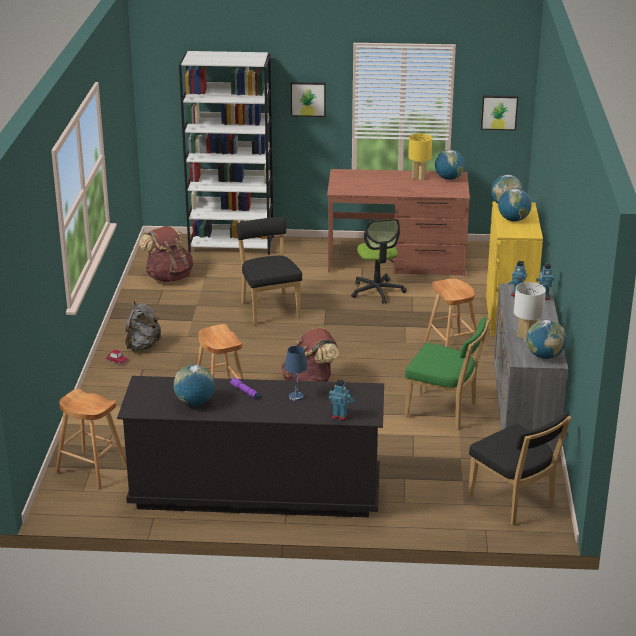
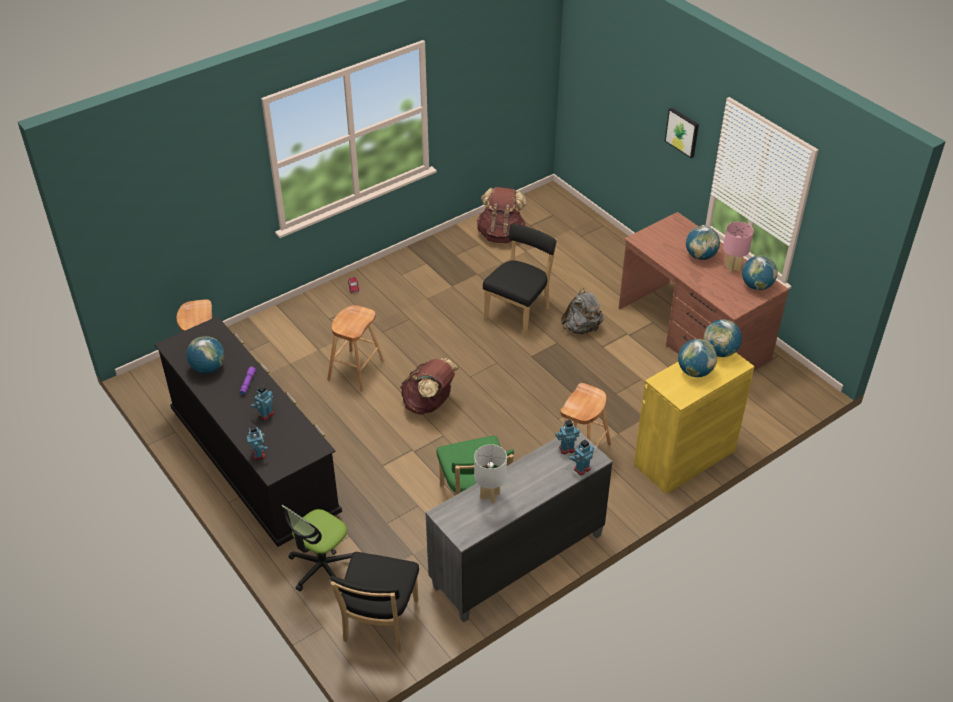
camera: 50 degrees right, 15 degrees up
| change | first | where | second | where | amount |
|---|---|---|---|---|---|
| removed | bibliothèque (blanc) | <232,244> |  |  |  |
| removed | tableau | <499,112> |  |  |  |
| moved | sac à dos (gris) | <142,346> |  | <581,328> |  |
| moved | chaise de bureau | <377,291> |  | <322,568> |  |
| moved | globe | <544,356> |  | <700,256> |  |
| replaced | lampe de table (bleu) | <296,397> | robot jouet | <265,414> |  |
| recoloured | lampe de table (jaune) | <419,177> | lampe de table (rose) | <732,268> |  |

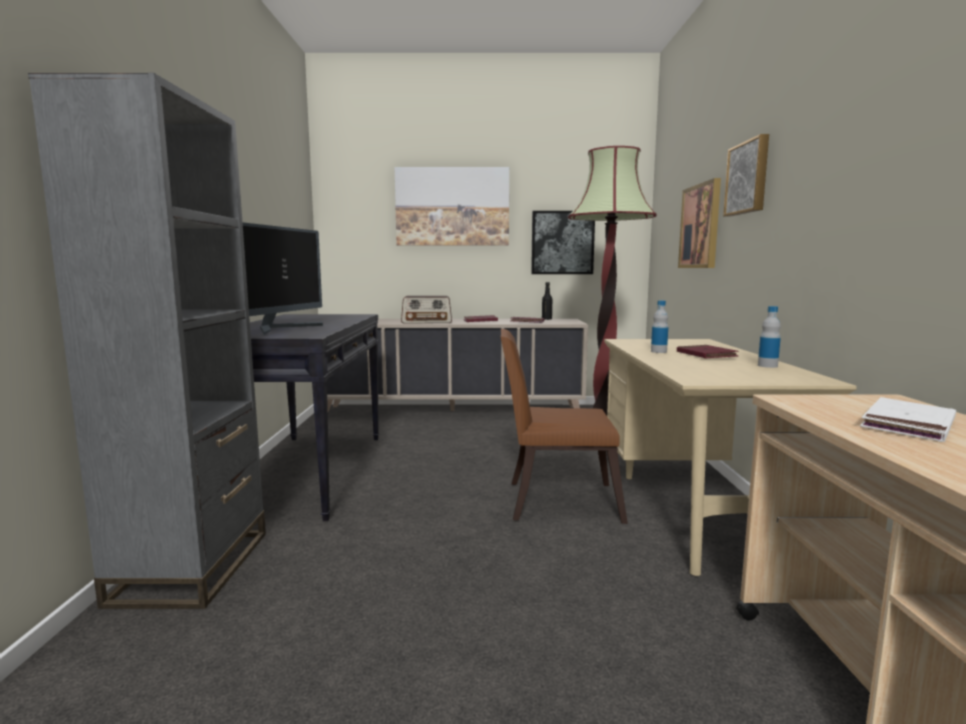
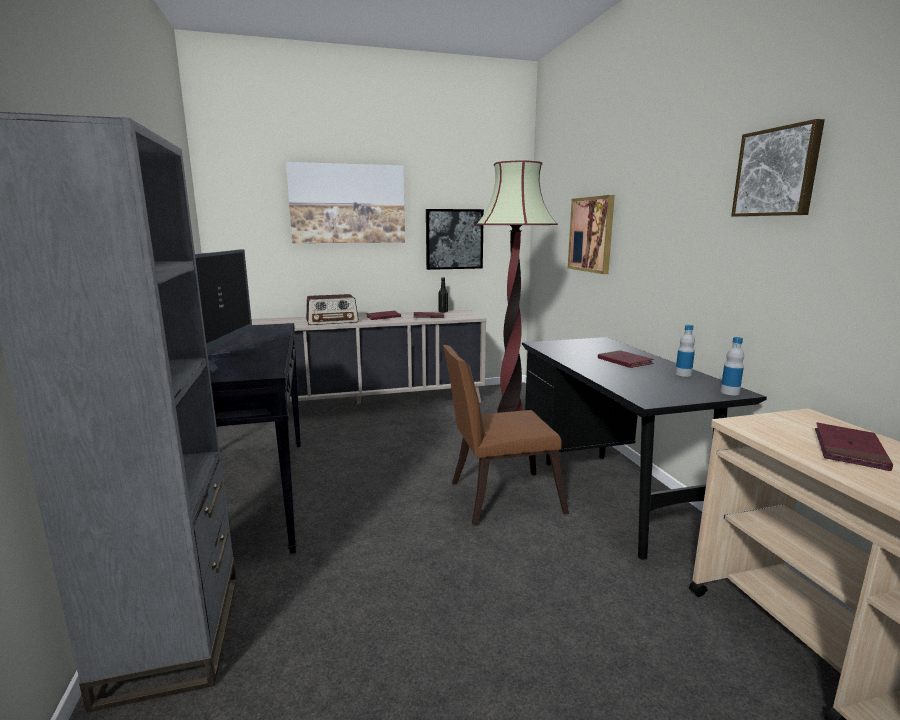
camera: 15 degrees left, 5 degrees up
| change | first | where | second | where | amount |
|---|---|---|---|---|---|
| moved | bouteille | <658,351> |  | <729,392> |  |
| moved | tableau | <748,178> |  | <777,172> |  |
| recoloured | bureau (beige) | <690,509> | bureau (noir) | <610,491> |  |
| recoloured | livre (blanc) | <908,424> | livre (rouge) | <849,450> |  |

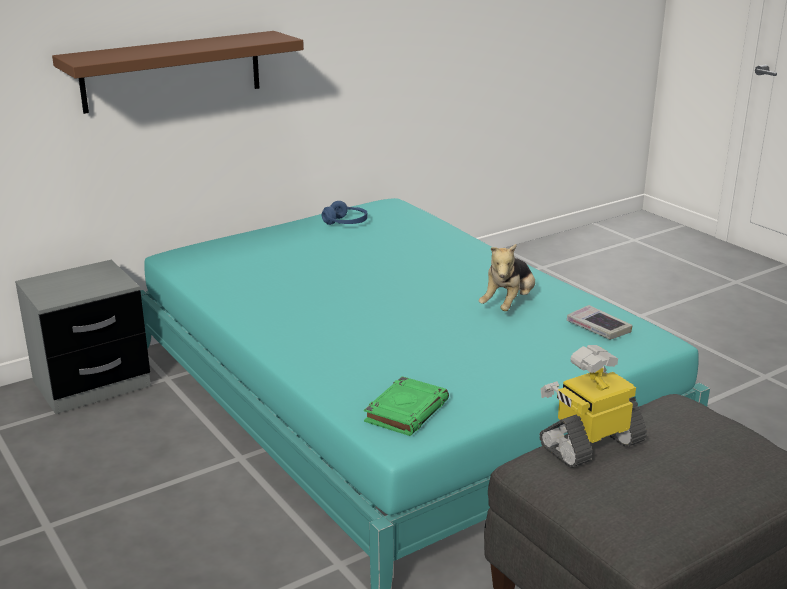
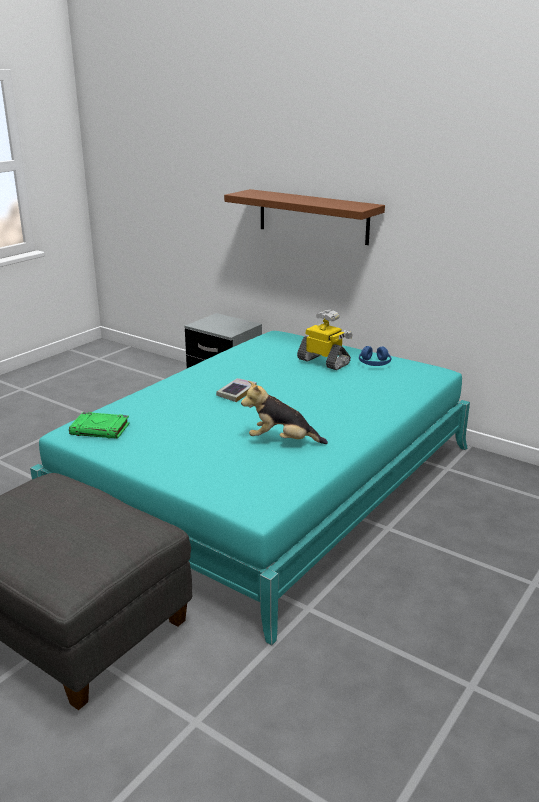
camera: 70 degrees right, 0 degrees up
| change | first | where | second | where | amount |
|---|---|---|---|---|---|
| moved | robot jouet | <590,444> |  | <324,362> |  |
| moved | livre | <598,327> |  | <236,393> |  |

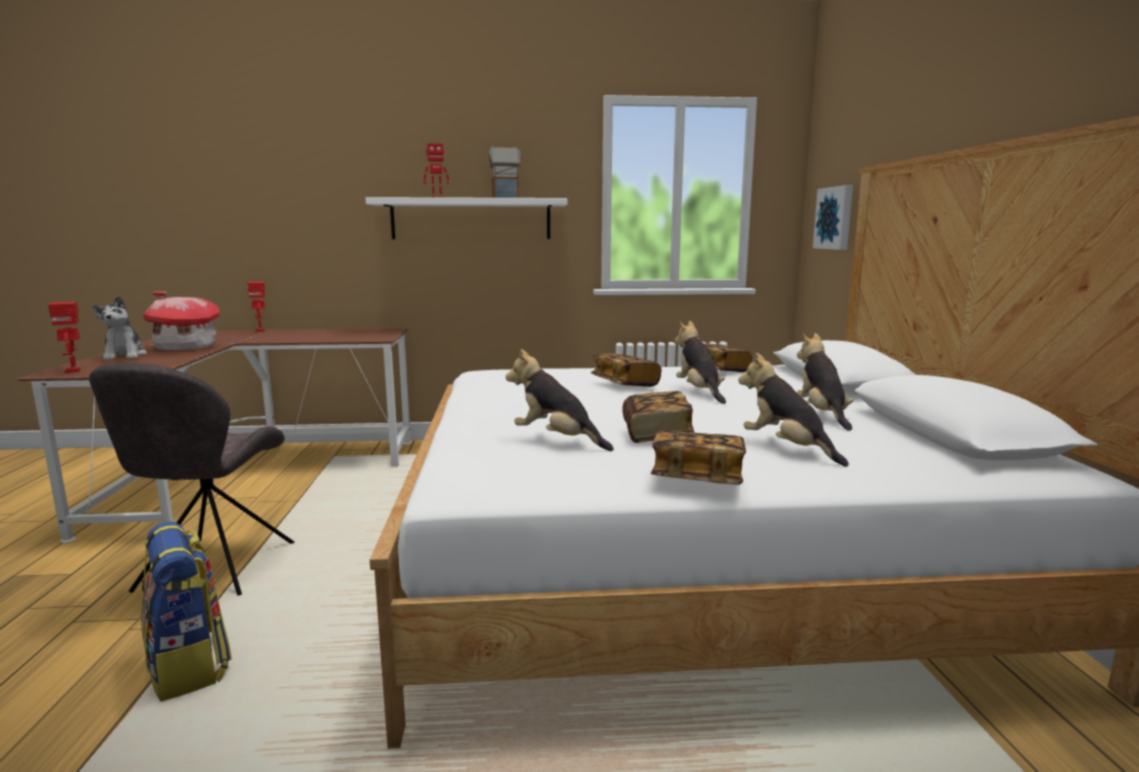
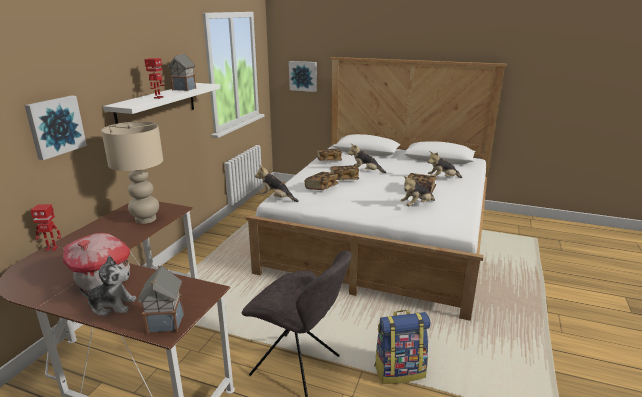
camera: 65 degrees left, 10 degrees up
| change | first | where | second | where | amount |
|---|---|---|---|---|---|
| added |  |  | tableau | <55,126> |  |
| added |  |  | lampe de table (beige) | <145,219> |  |
| moved | livre | <697,478> |  | <321,188> |  |
| moved | peluche | <822,414> |  | <276,198> |  |
| replaced | robot jouet | <74,371> | maison miniature | <165,322> |  |

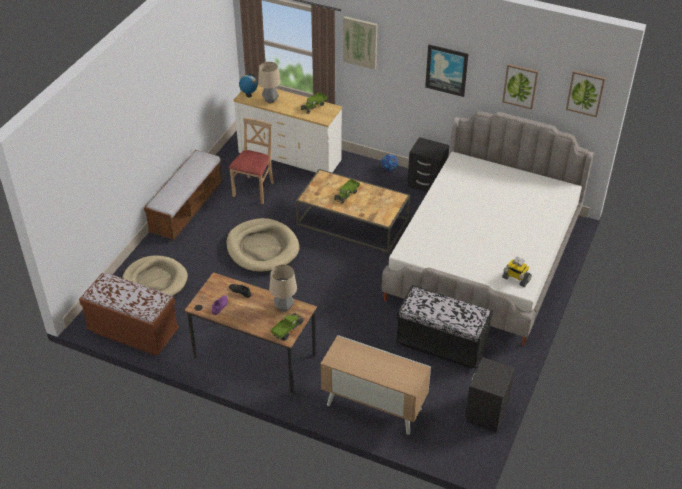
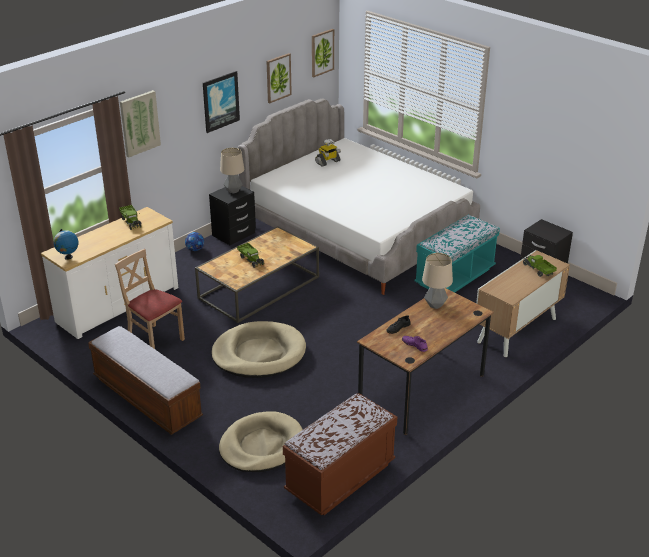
camera: 70 degrees left, 10 degrees down
| change | first | where | second | where | amount |
|---|---|---|---|---|---|
| moved | lampe de table | <270,100> |  | <233,191> |  |
| moved | camion jouet | <287,329> |  | <538,270> |  |
| moved | robot jouet | <515,279> |  | <328,162> |  |
| recoloured | banc (noir) | <441,344> | banc (turquoise) | <454,277> |  |

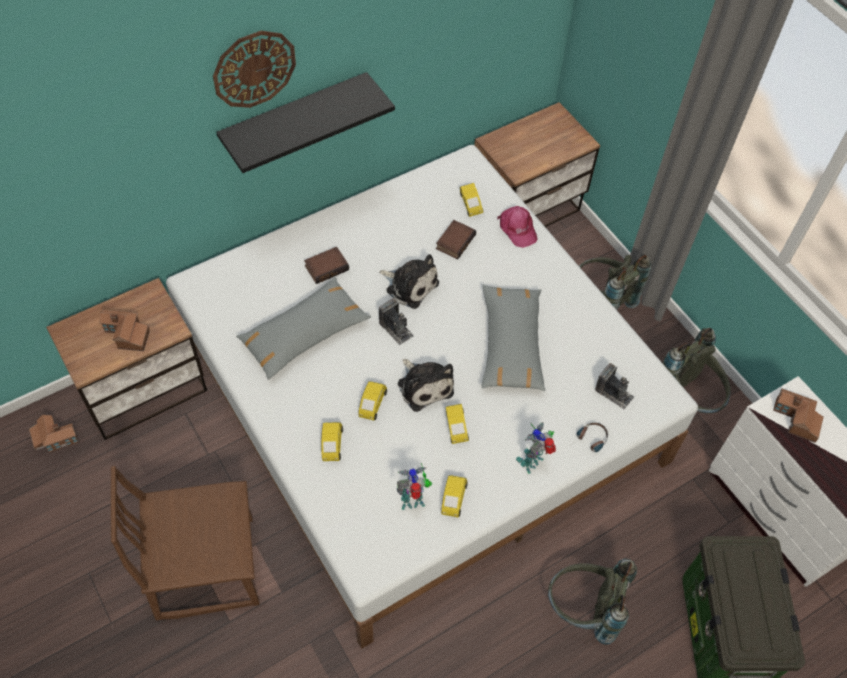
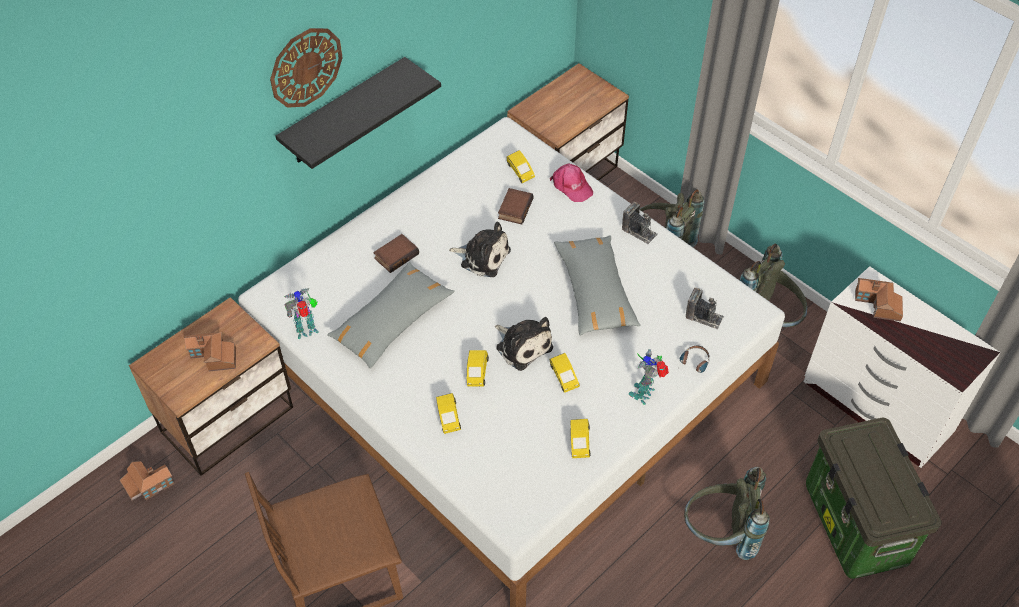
camera: 10 degrees left, 5 degrees down
| change | first | where | second | where | amount |
|---|---|---|---|---|---|
| moved | appareil photo | <396,329> |  | <639,231> |  |
| moved | robot jouet | <413,501> |  | <308,331> |  |

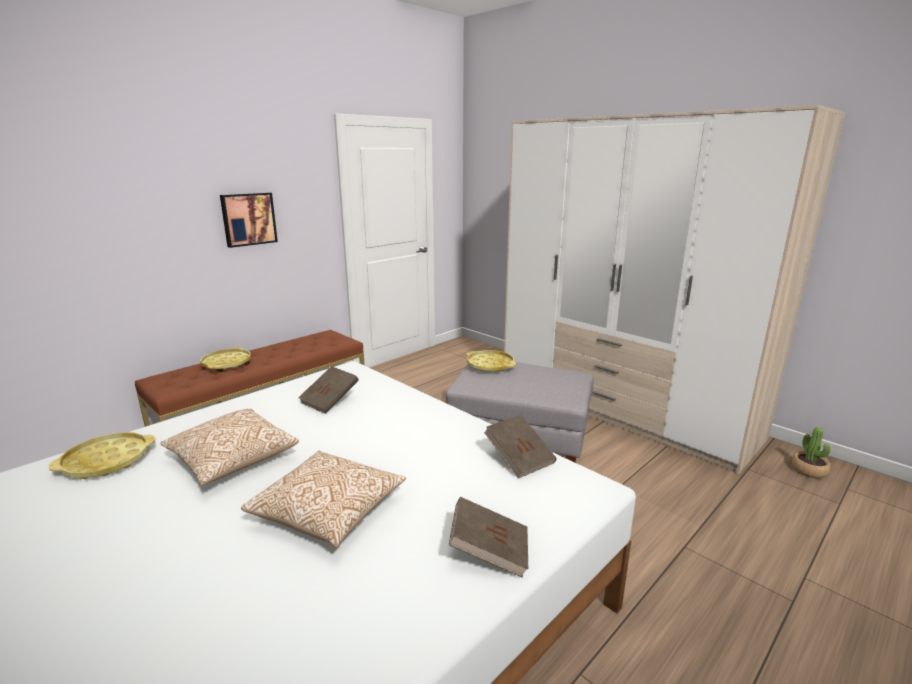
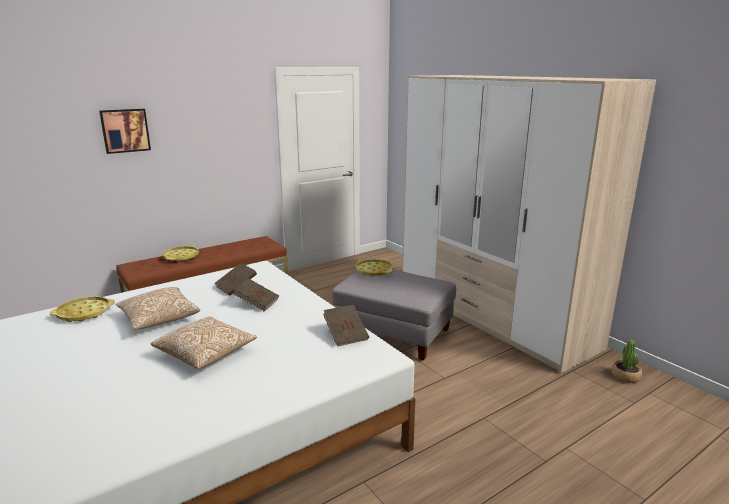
camera: 10 degrees right, 0 degrees up
| change | first | where | second | where | amount |
|---|---|---|---|---|---|
| moved | tableau | <248,219> |  | <125,130> |  |
| moved | livre (marron) | <489,551> |  | <257,303> |  |

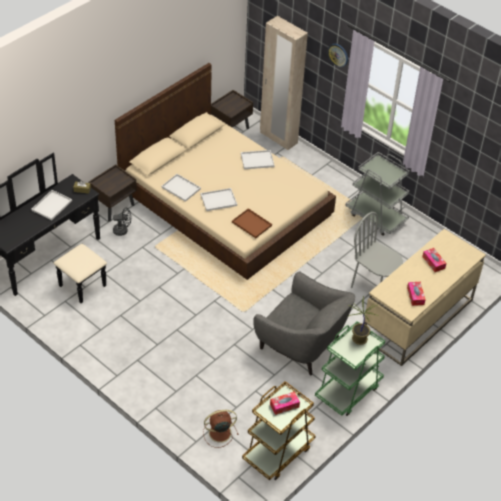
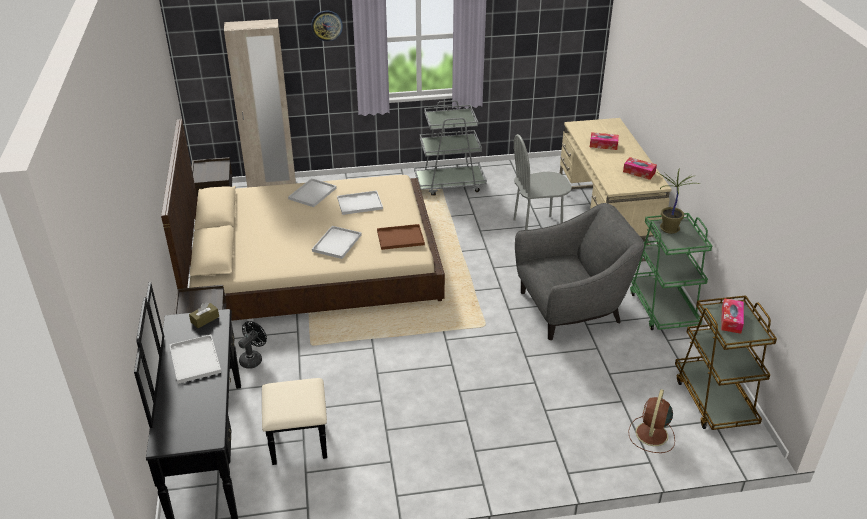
camera: 50 degrees left, 10 degrees down
| change | first | where | second | where | amount |
|---|---|---|---|---|---|
| moved | plateau (blanc) | <180,188> |  | <359,204> |  |

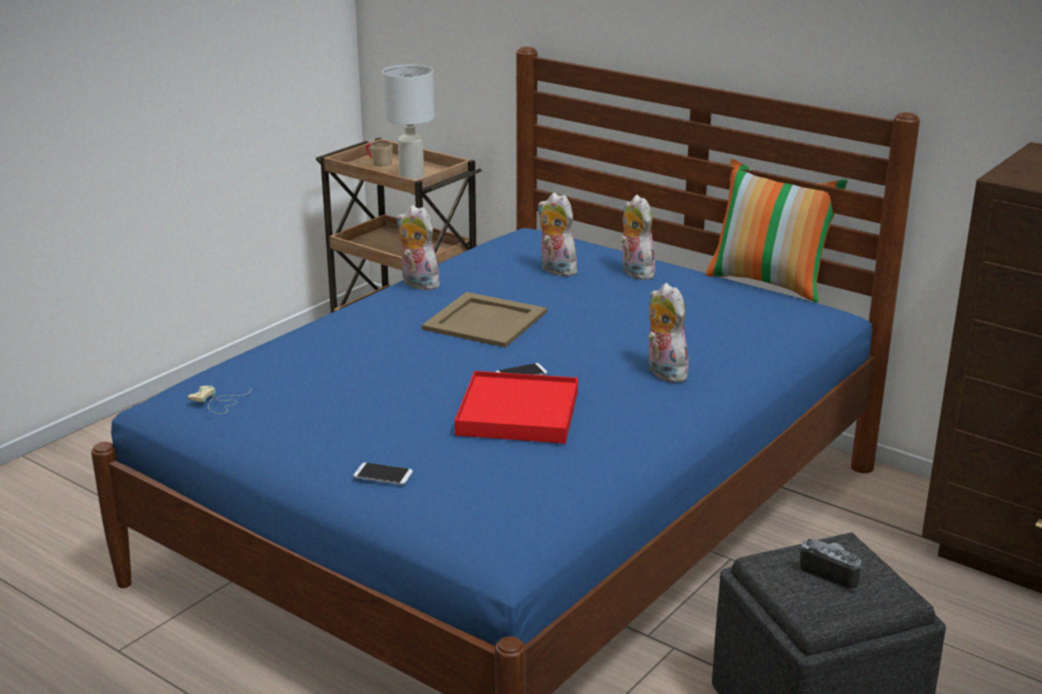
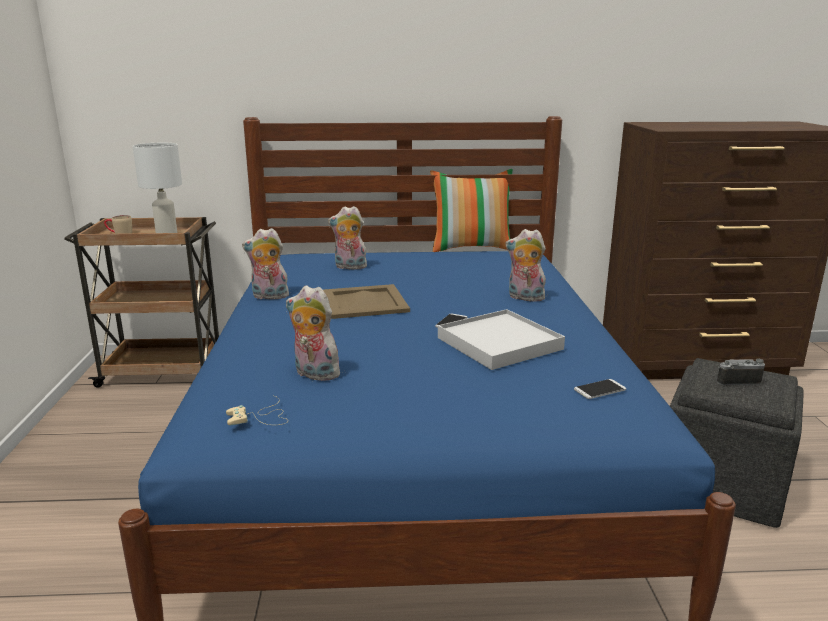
camera: 40 degrees left, 5 degrees down
| change | first | where | second | where | amount |
|---|---|---|---|---|---|
| moved | téléphone | <383,474> |  | <599,390> |  |
| moved | peluche | <634,272> |  | <314,374> |  |
| recoloured | plateau (rouge) | <518,413> | plateau (blanc) | <499,343> |  |

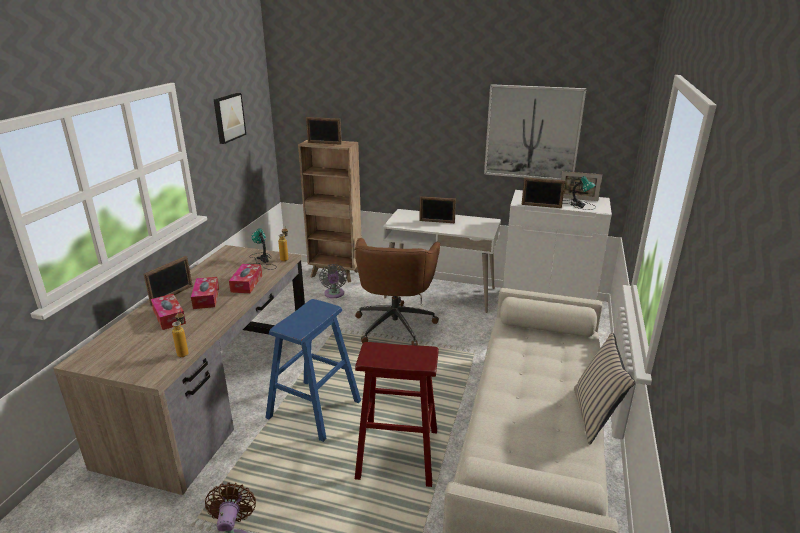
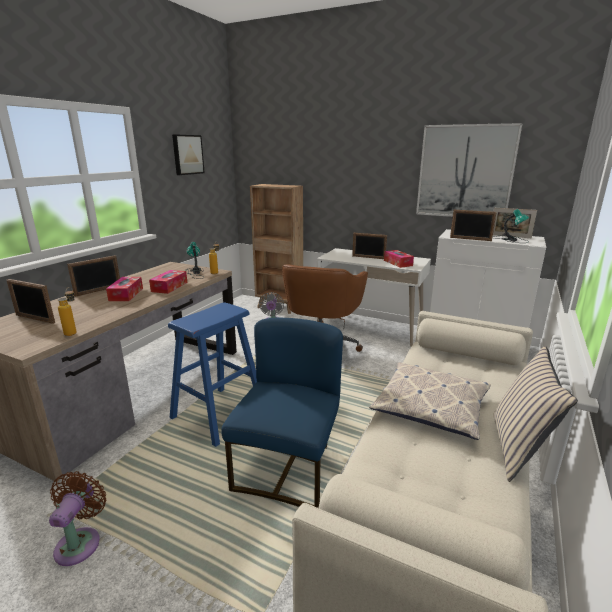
camera: 10 degrees right, 5 degrees down
| change | first | where | second | where | amount |
|---|---|---|---|---|---|
| added |  |  | coussin | <431,406> |  |
| moved | boîte à mouchoirs | <169,317> |  | <398,263> |  |
| moved | cadre photo | <324,143> |  | <35,319> |  |
| replaced | tabouret (rouge) | <398,453> | chaise (bleu) | <288,468> |  |

